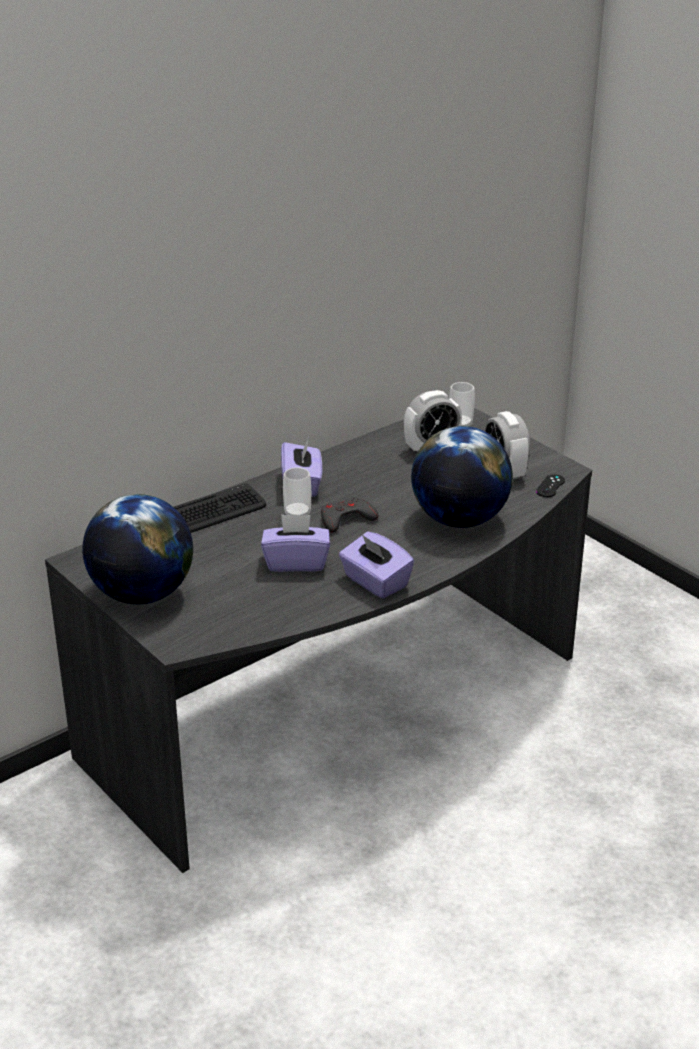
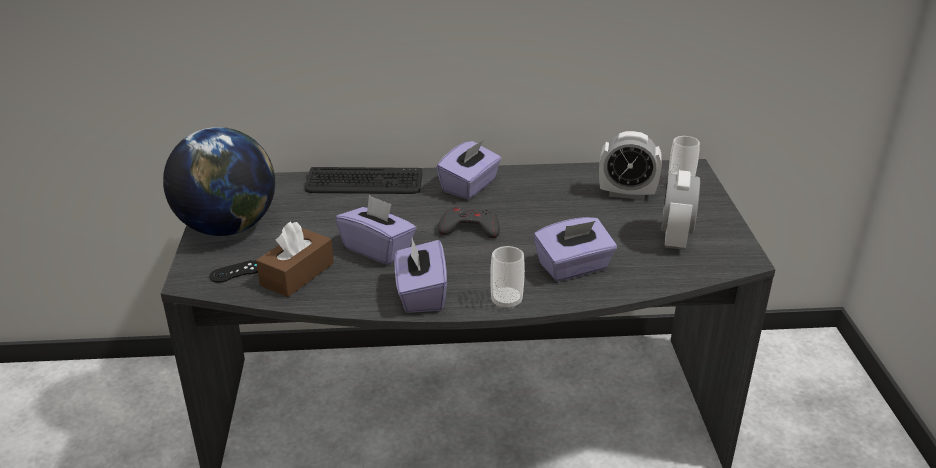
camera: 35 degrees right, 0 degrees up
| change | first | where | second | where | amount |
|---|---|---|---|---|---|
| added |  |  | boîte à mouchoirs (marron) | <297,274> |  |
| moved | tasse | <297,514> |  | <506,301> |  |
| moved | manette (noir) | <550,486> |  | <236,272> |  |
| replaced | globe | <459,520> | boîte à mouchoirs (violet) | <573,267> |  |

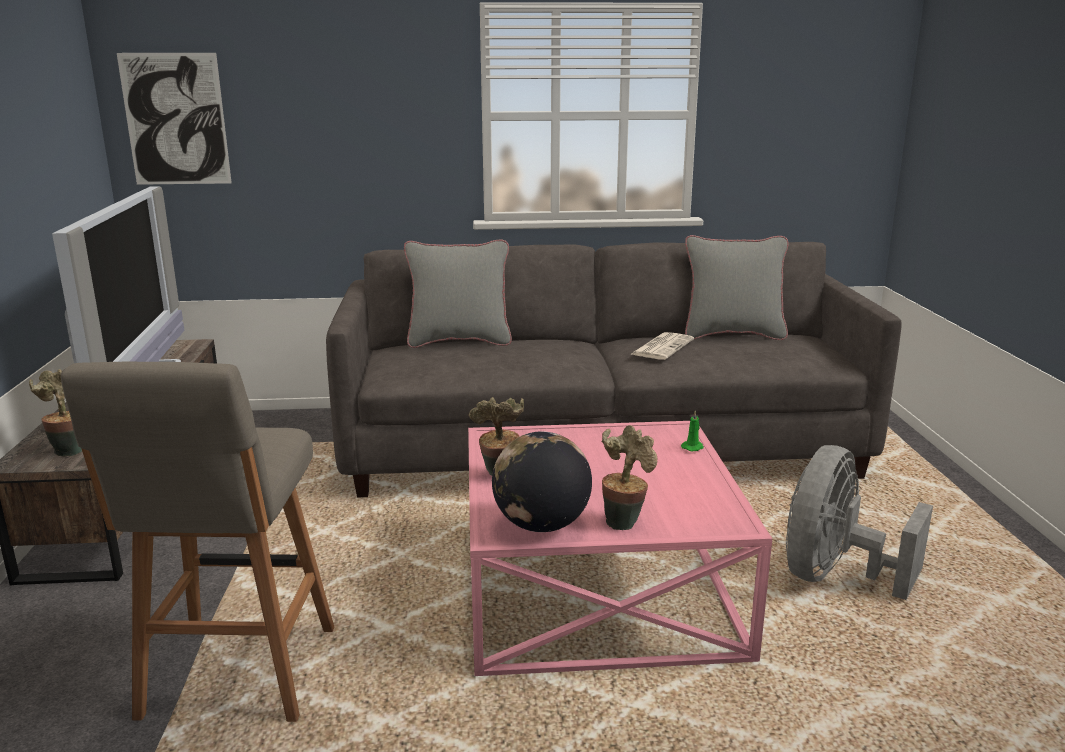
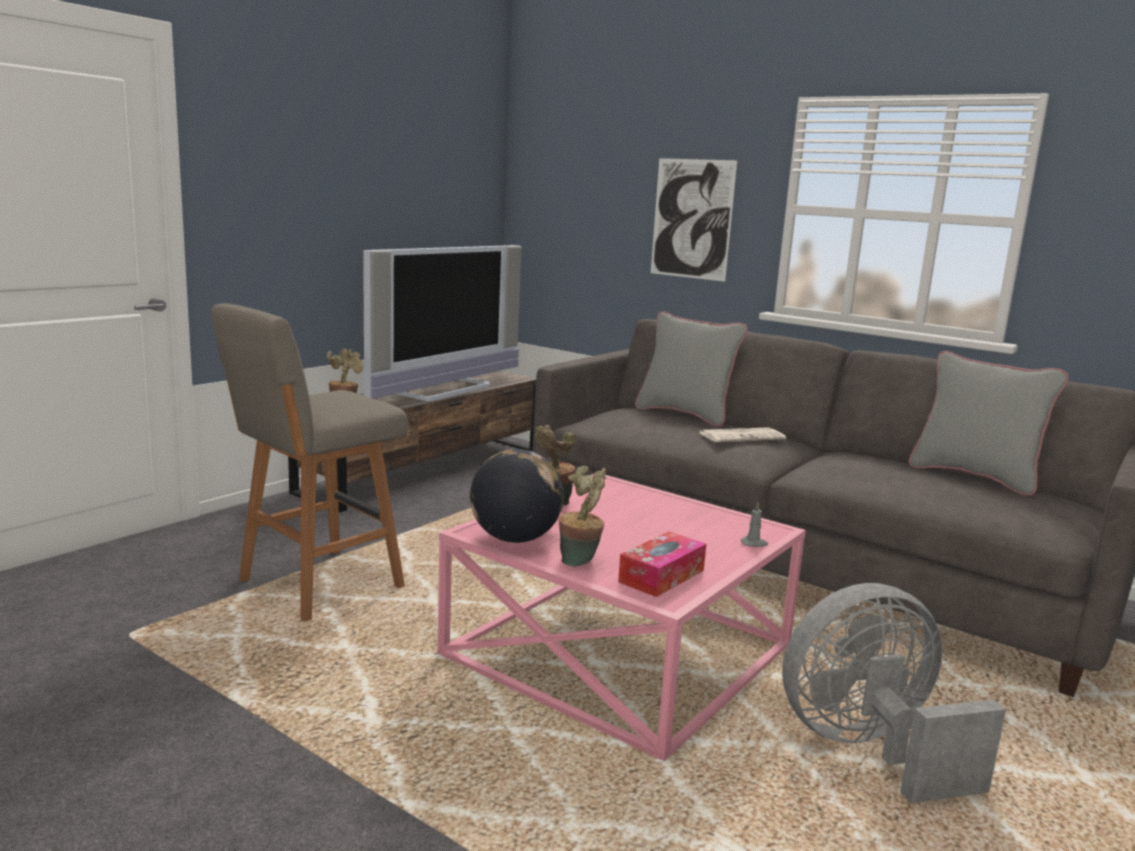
camera: 40 degrees right, 5 degrees down
| change | first | where | second | where | amount |
|---|---|---|---|---|---|
| added |  |  | boîte à mouchoirs | <661,576> |  |
| moved | tableau | <175,119> |  | <692,219> |  |
| moved | journal | <662,347> |  | <742,436> |  |
| recoloured | bougie (vert) | <693,447> | bougie (gris) | <754,543> |  |

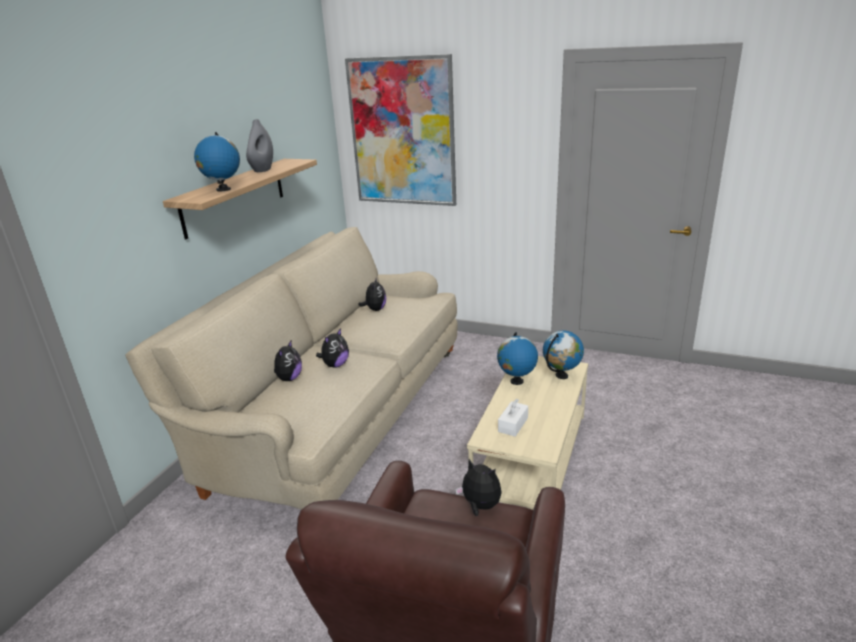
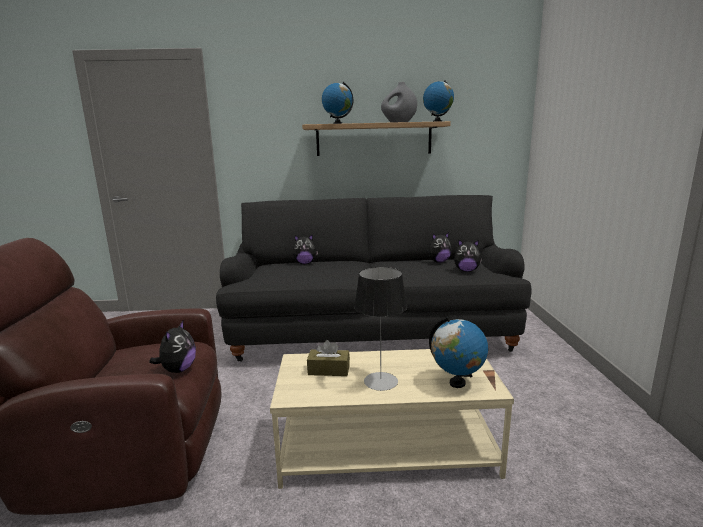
camera: 65 degrees right, 10 degrees down
| change | first | where | second | where | amount |
|---|---|---|---|---|---|
| removed | tableau | <402,132> |  |  |  |
| added |  |  | lampe de table | <380,381> |  |
| moved | peluche | <335,365> |  | <466,270> |  |
| moved | globe | <516,381> |  | <437,121> |  |
| recoloured | canapé (beige) | <336,414> | canapé (noir) | <370,329> |  |
| recoloured | boîte à mouchoirs (blanc) | <513,424> | boîte à mouchoirs (marron) | <329,370> |  |

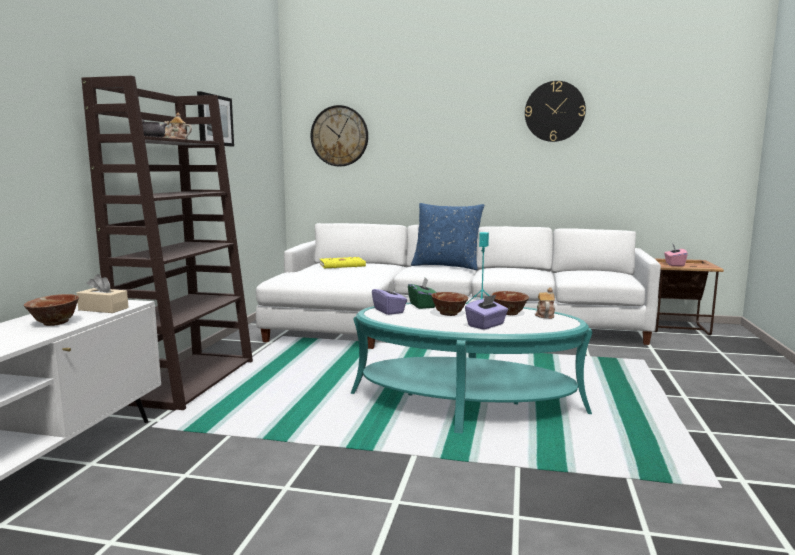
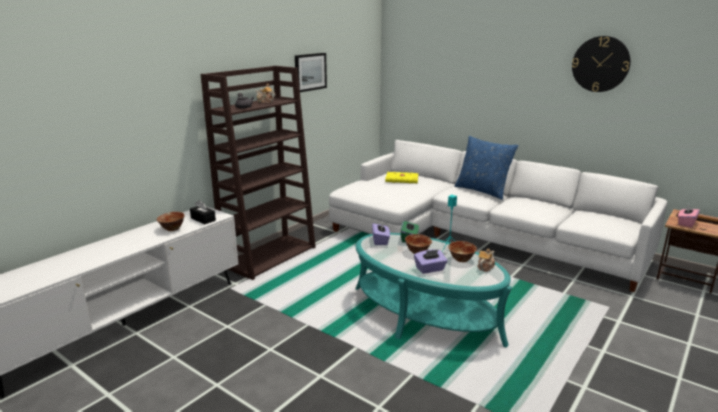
camera: 25 degrees right, 10 degrees up
| change | first | where | second | where | amount |
|---|---|---|---|---|---|
| removed | horloge murale | <339,136> |  |  |  |
| recoloured | boîte à mouchoirs (beige) | <103,309> | boîte à mouchoirs (noir) | <203,219> |  |

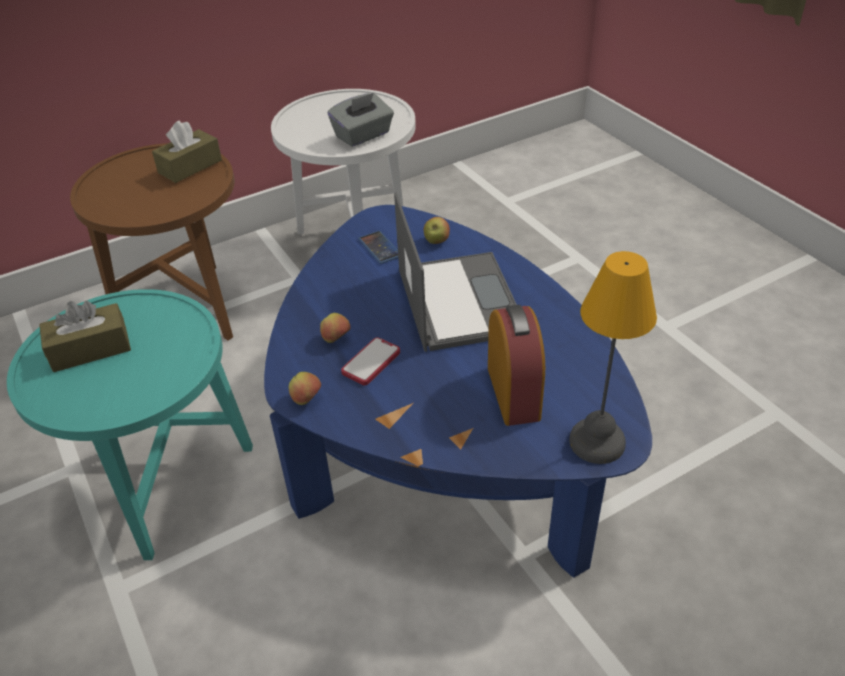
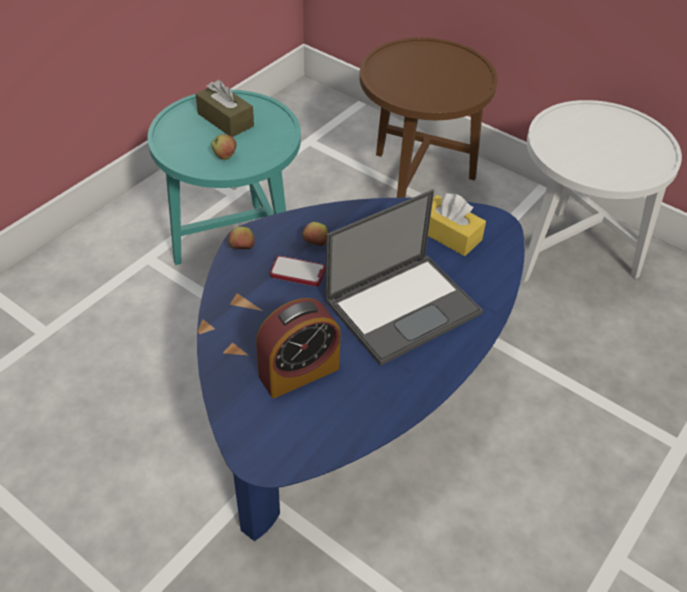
camera: 65 degrees right, 5 degrees up
| change | first | where | second | where | amount |
|---|---|---|---|---|---|
| removed | boîte à mouchoirs (marron) | <190,166> |  |  |  |
| removed | boîte à mouchoirs (gris) | <363,135> |  |  |  |
| removed | lampe de table | <597,443> |  |  |  |
| moved | pomme | <436,241> |  | <225,157> |  |
| replaced | téléphone | <380,248> | boîte à mouchoirs (jaune) | <448,234> |  |

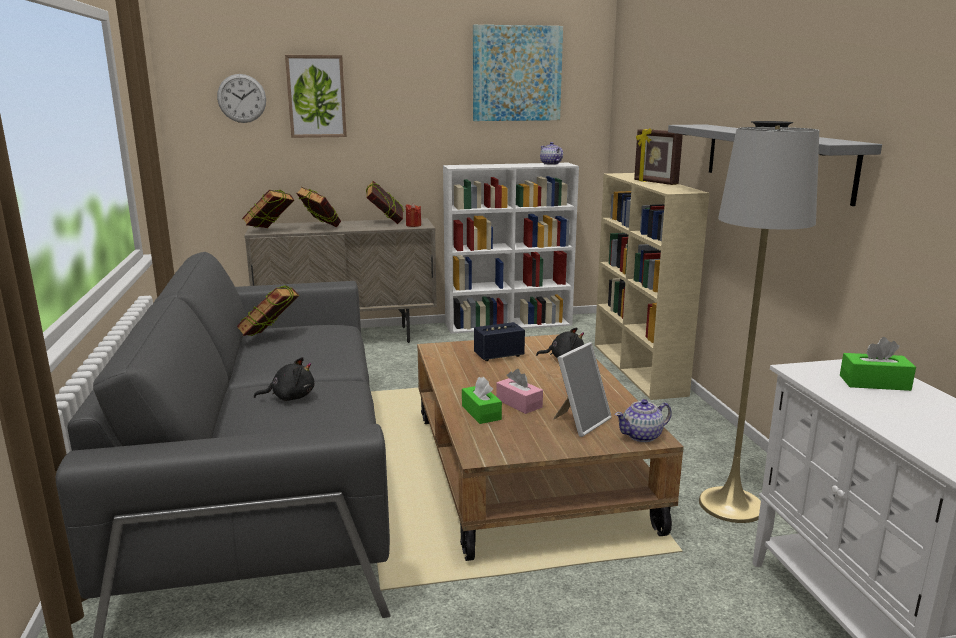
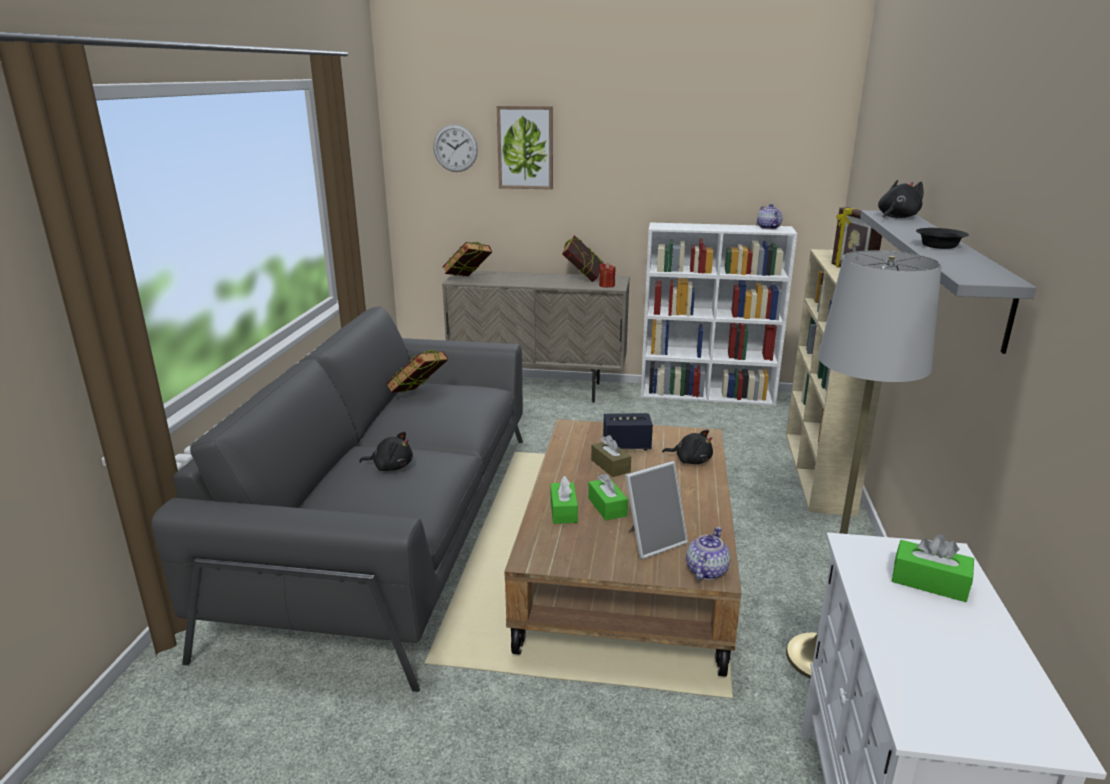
camera: 20 degrees right, 5 degrees up
| change | first | where | second | where | amount |
|---|---|---|---|---|---|
| removed | livre | <320,228> |  |  |  |
| removed | tableau | <516,73> |  |  |  |
| added |  |  | boîte à mouchoirs (marron) | <610,466> |  |
| added |  |  | peluche (noir) | <896,217> |  |
| recoloured | boîte à mouchoirs (rose) | <519,403> | boîte à mouchoirs (vert) | <607,507> |  |
| turned | théière | <642,436> |  | <706,571> | 120 degrees clockwise |

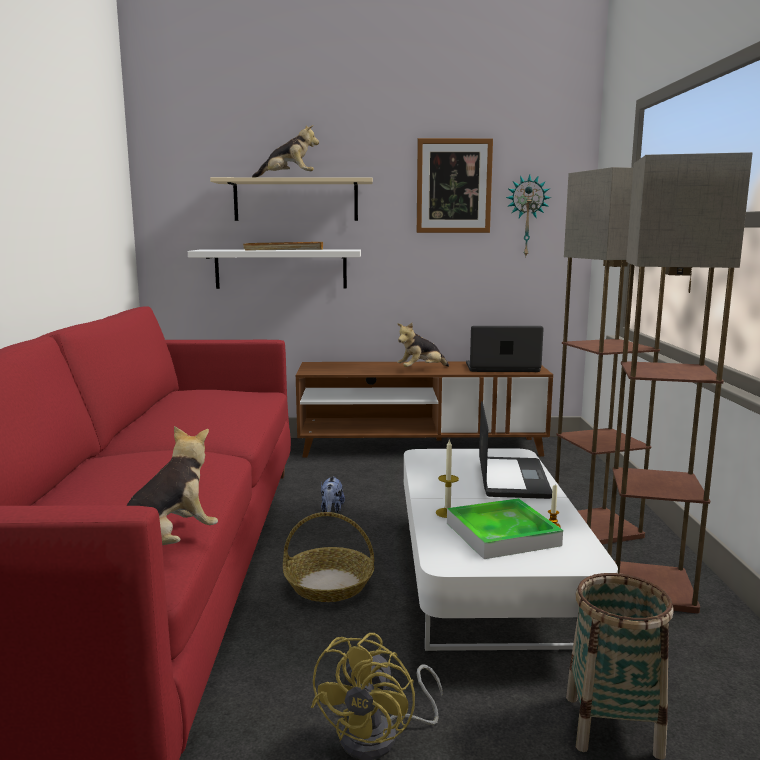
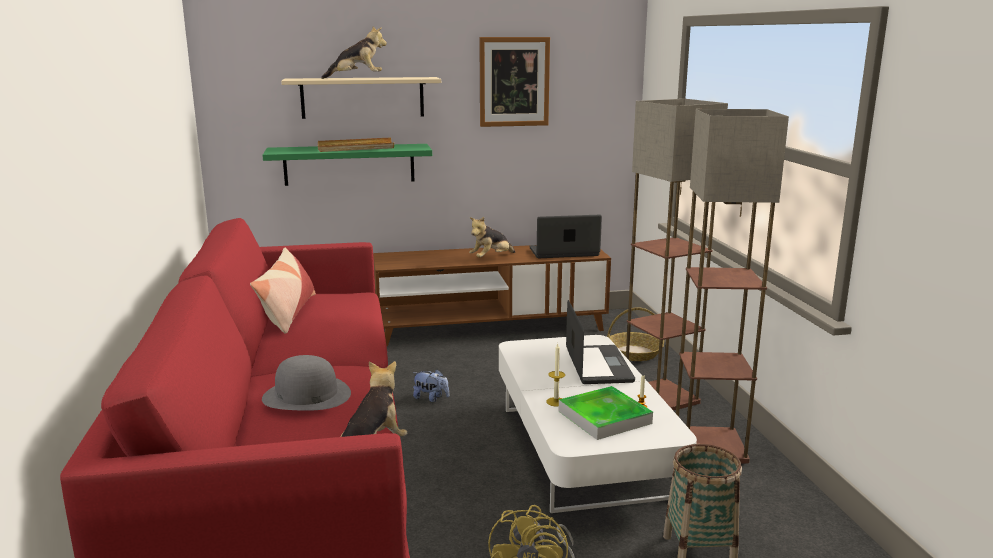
camera: 10 degrees left, 5 degrees up
| change | first | where | second | where | amount |
|---|---|---|---|---|---|
| removed | horloge murale | <526,216> |  |  |  |
| added |  |  | coussin | <287,313> |  |
| added |  |  | chapeau (gris) | <306,395> |  |
| moved | panier | <328,585> |  | <634,353> |  |
| recoloured | étagère (blanc) | <281,269> | étagère (vert) | <349,164> |  |
| turned | peluche | <331,510> |  | <431,398> | 60 degrees counterclockwise |

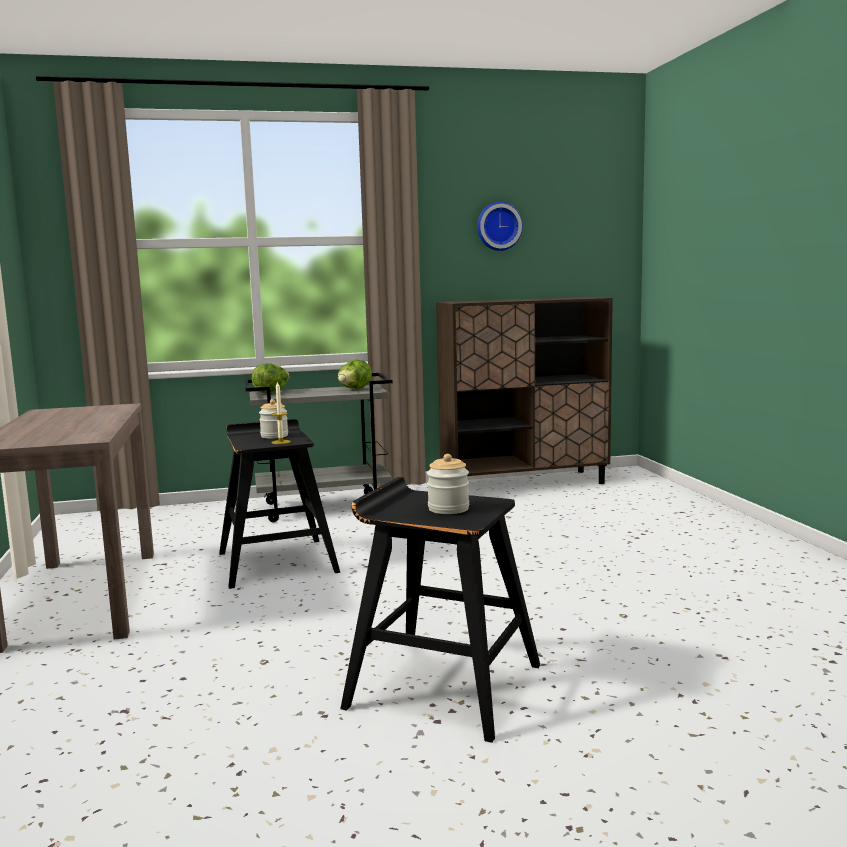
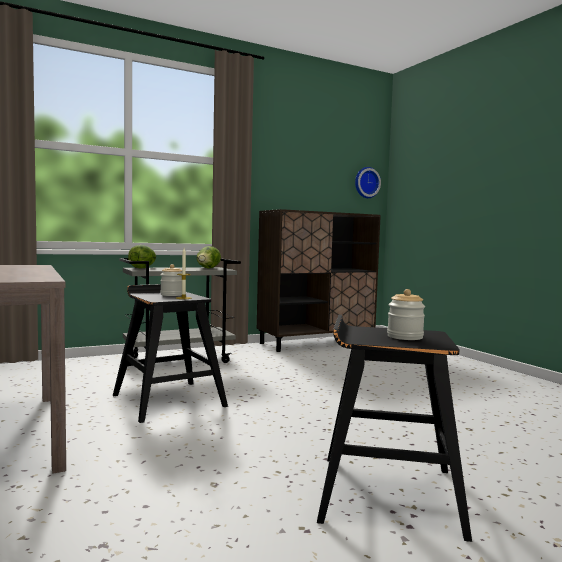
camera: 15 degrees left, 5 degrees down
| change | first | where | second | where | amount |
|---|---|---|---|---|---|
| moved | horloge murale | <498,226> |  | <366,182> |  |

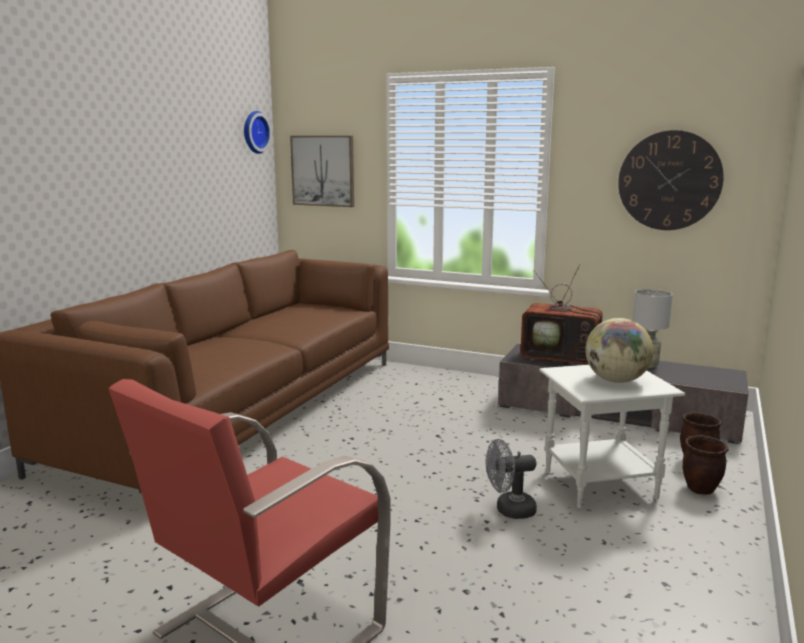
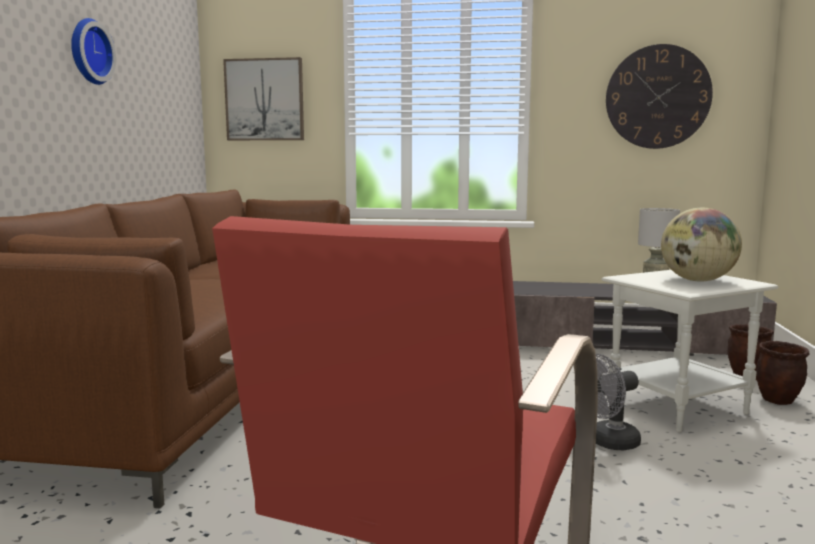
camera: 15 degrees left, 5 degrees down
| change | first | where | second | where | amount |
|---|---|---|---|---|---|
| removed | téléviseur | <563,359> |  |  |  |
| moved | horloge murale | <254,132> |  | <88,52> |  |

